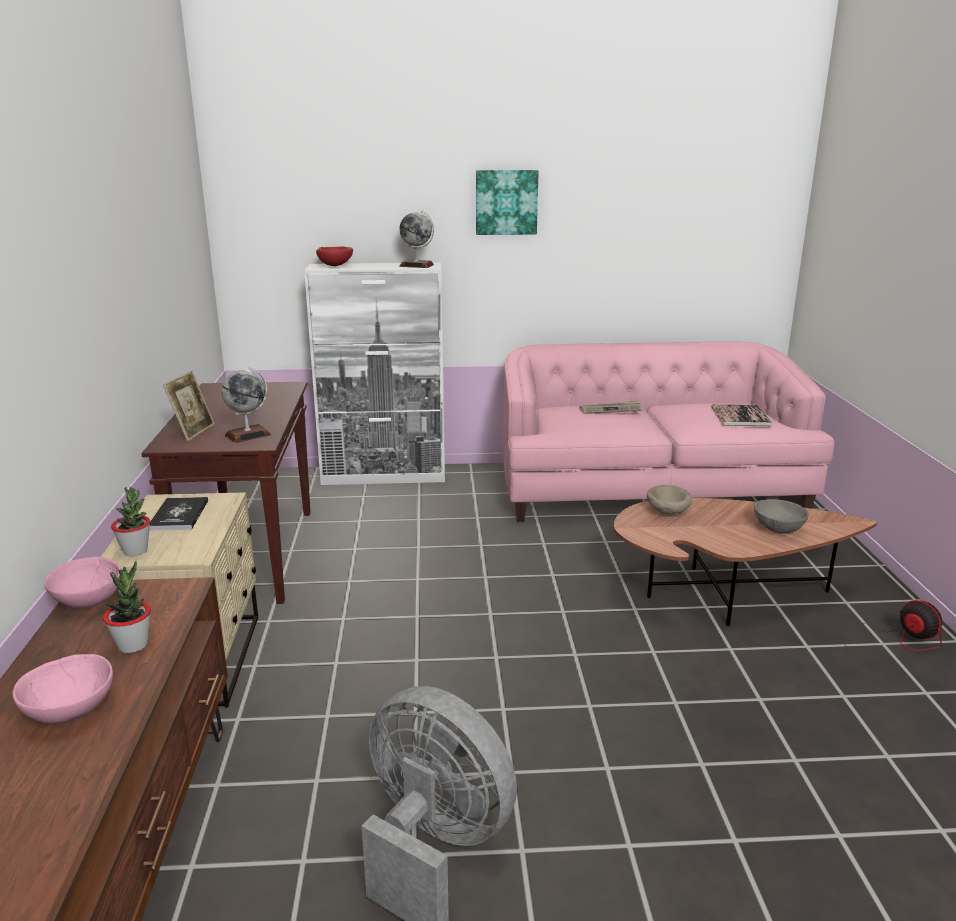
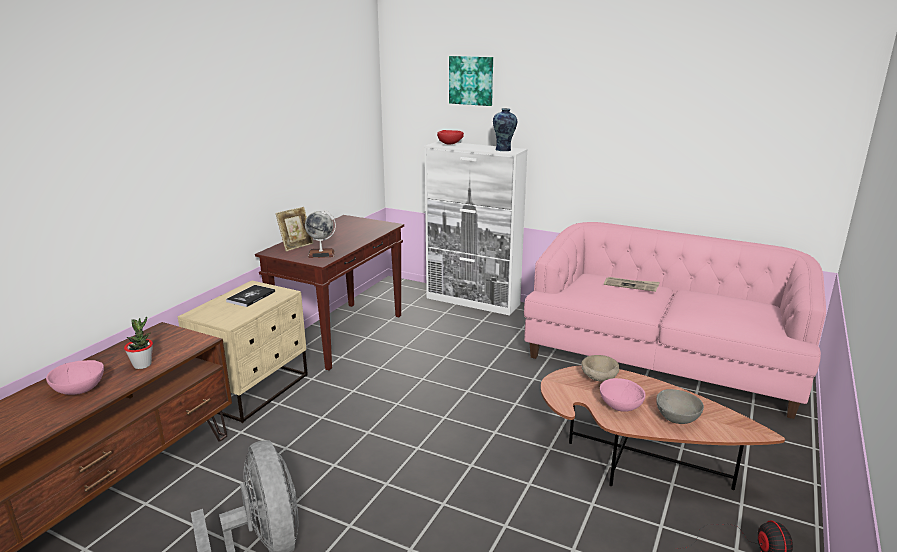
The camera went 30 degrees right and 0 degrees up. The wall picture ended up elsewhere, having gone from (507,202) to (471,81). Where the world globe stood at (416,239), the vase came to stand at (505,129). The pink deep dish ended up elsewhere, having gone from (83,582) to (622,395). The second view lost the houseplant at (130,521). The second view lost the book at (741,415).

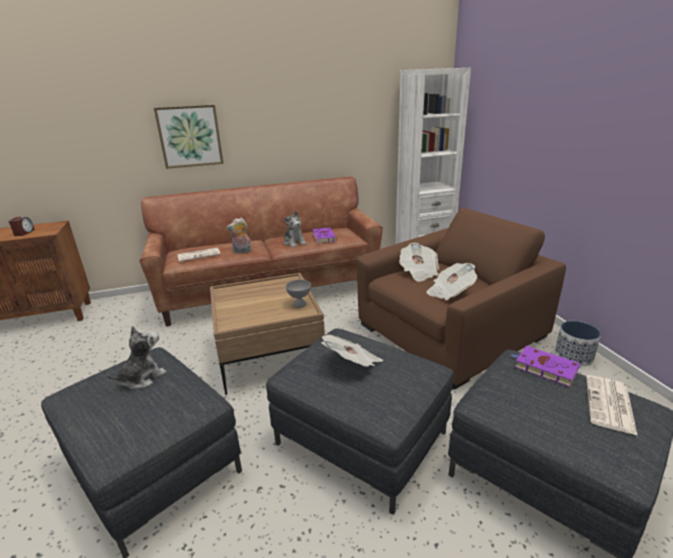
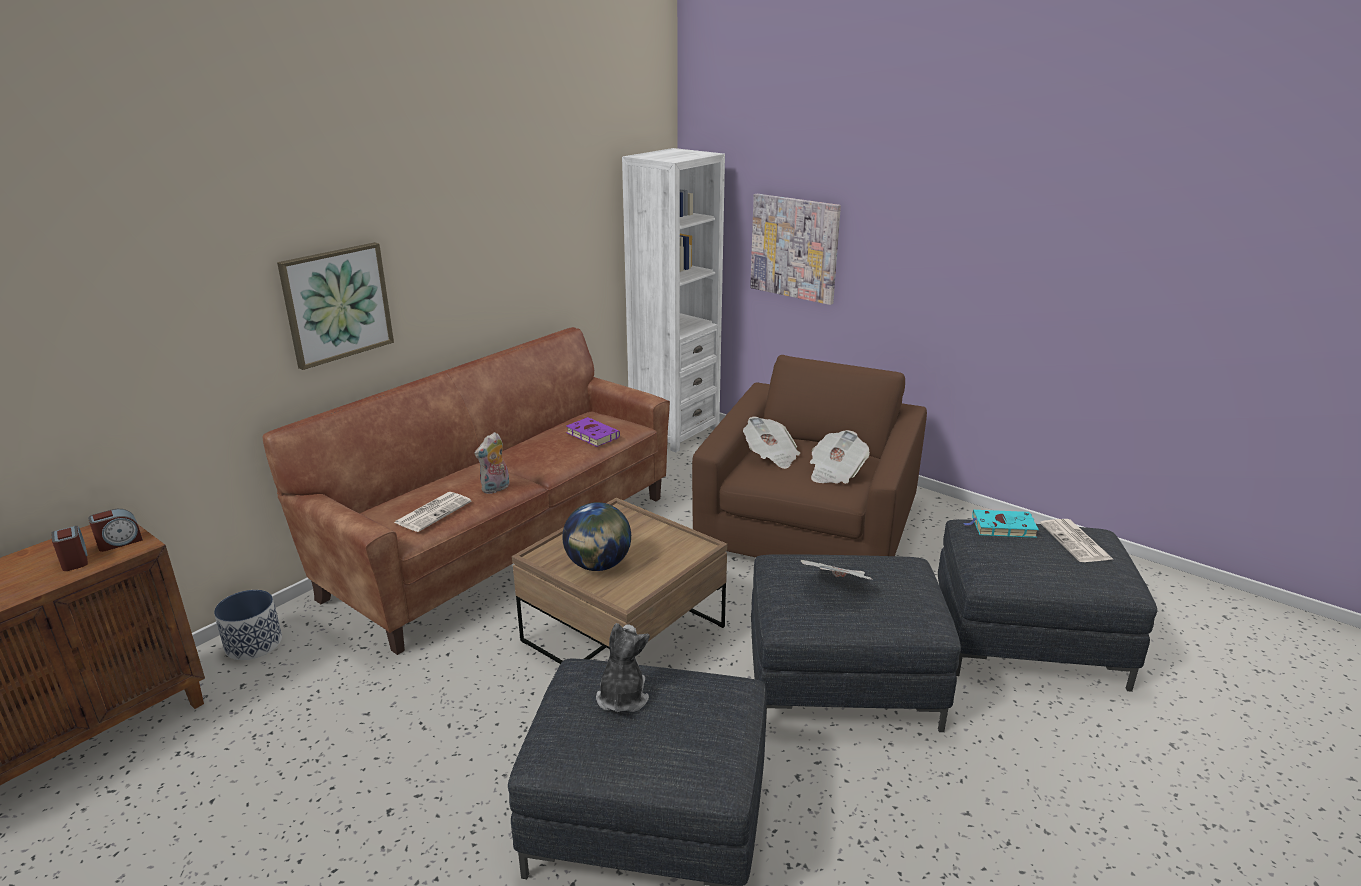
The camera went 35 degrees left and 0 degrees up. The second view gained the table clock at (115,530). The flower pot ended up elsewhere, having gone from (578,343) to (248,625). The second view gained the world globe at (596,536). The second view gained the wall picture at (795,249). What was the purple book at (545,366) turned into the turquoise-coloured book at (1001,524). The second view lost the plush toy at (295,229). The second view lost the grey deep dish at (298,294).

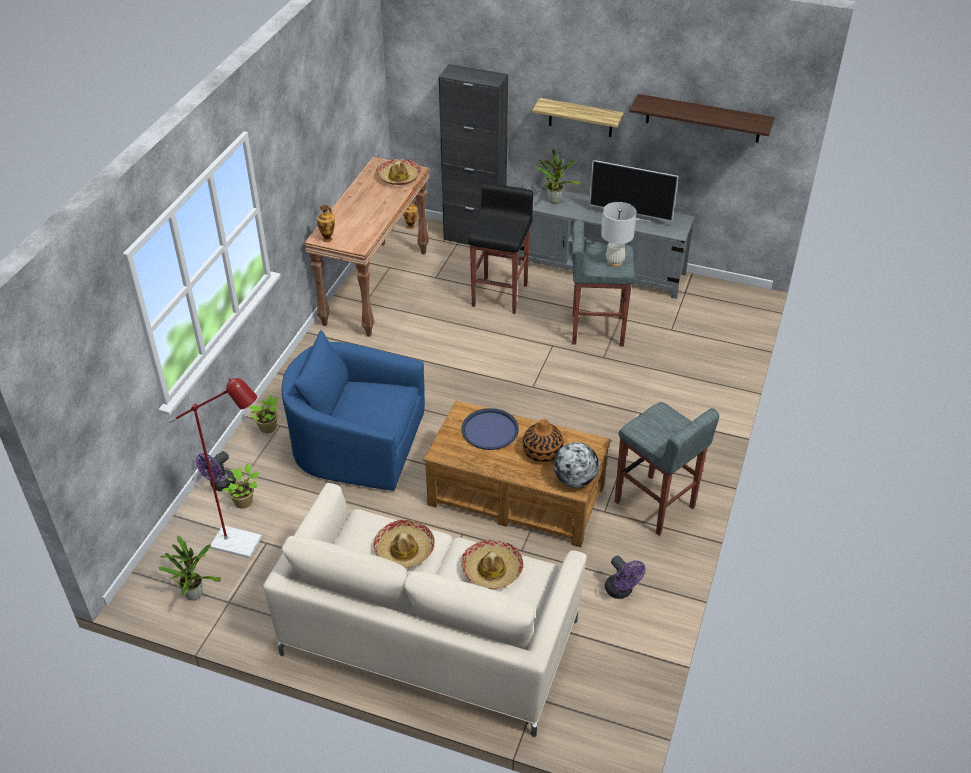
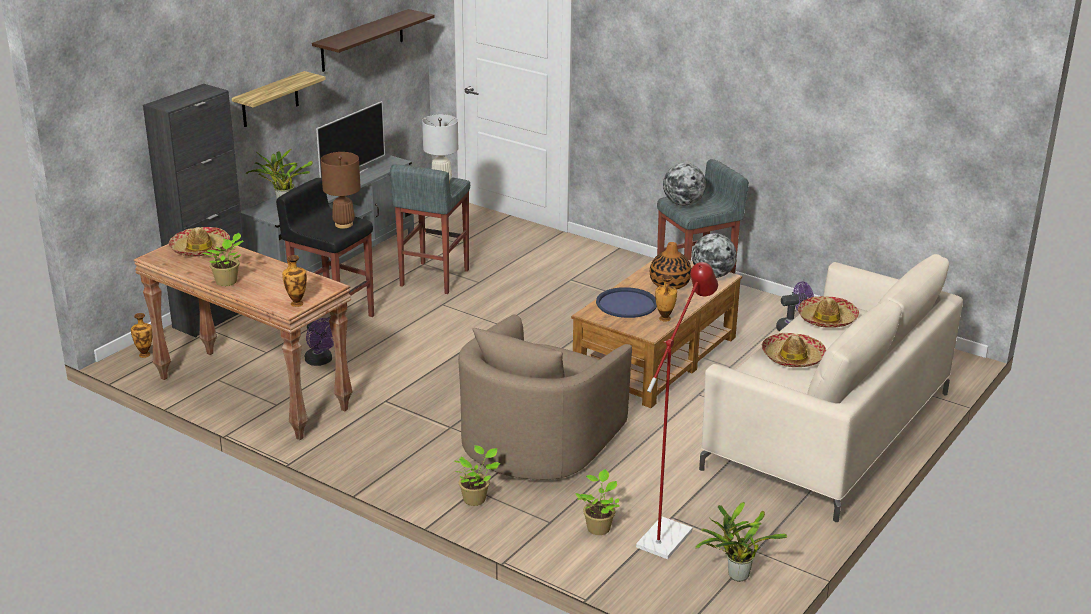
The camera went 75 degrees left and 15 degrees down. The second view gained the houseplant at (223,259). The purple fan ended up elsewhere, having gone from (216,471) to (319,342). The second view gained the brown table lamp at (341,190). What was the blue easy chair at (353,410) turned into the sand-coloured easy chair at (545,397). The second view gained the vase at (666,298). The second view gained the world globe at (684,184).

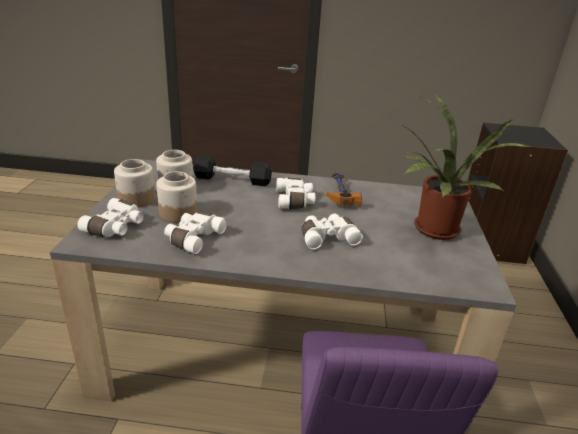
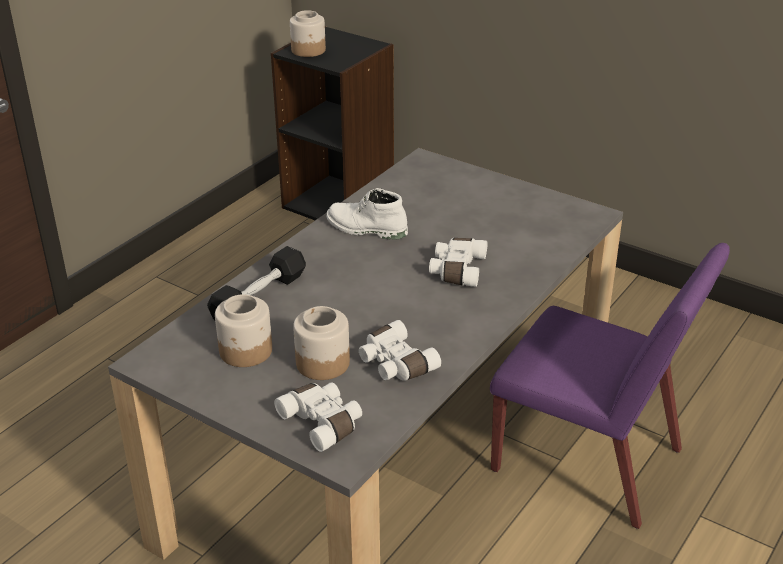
The camera went 60 degrees left and 5 degrees up. The jar ended up elsewhere, having gone from (134,183) to (308,33). Where the tool hammer stood at (344,189), the whitish high-top boot came to stand at (367,214). The second view lost the whitish binoculars at (295,193). The second view lost the houseplant at (464,167).

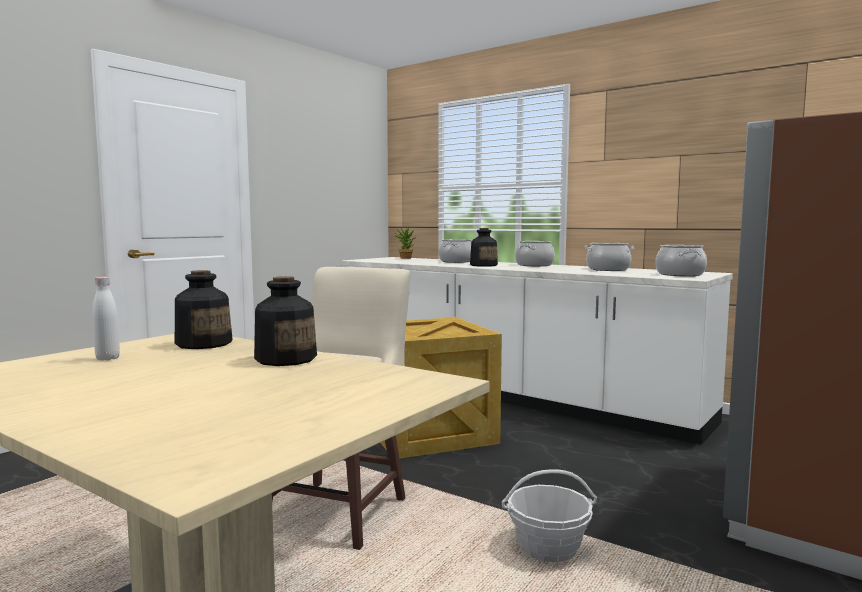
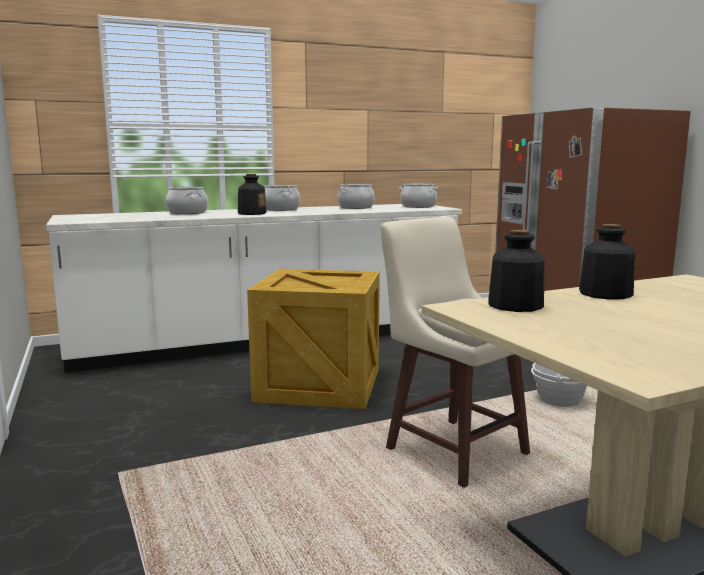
The camera went 60 degrees left and 5 degrees up. The second view lost the whitish drink bottle at (106,319). The second view lost the houseplant at (405,243).

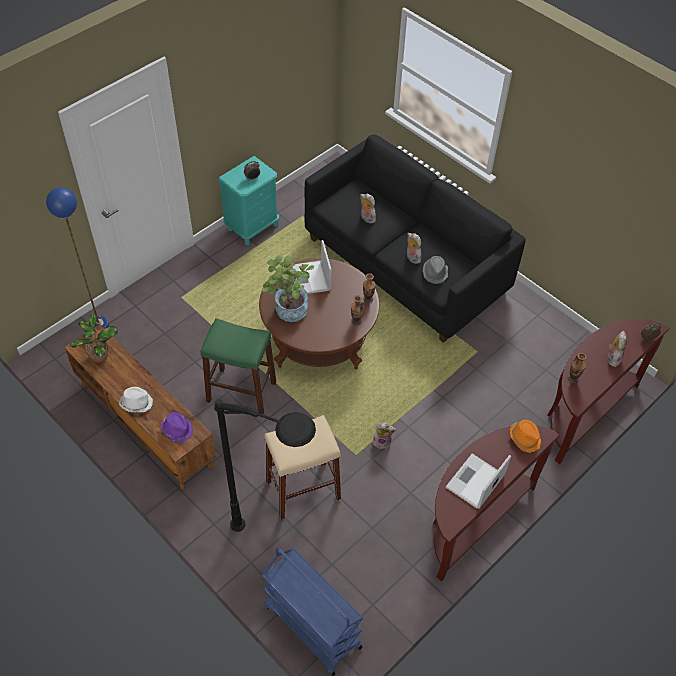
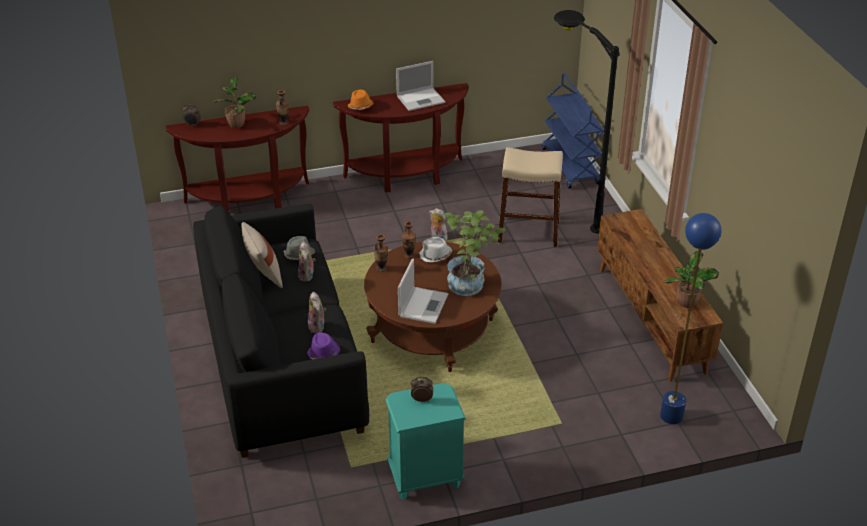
The camera went 150 degrees left and 15 degrees down. Where the plush toy stood at (617,349), the houseplant came to stand at (234,102). The second view gained the sand-coloured cushion at (262,255). The purple clothing hat ended up elsewhere, having gone from (177,427) to (323,345). The whitish clothing hat ended up elsewhere, having gone from (136,400) to (435,250). The second view lost the green stool at (238,366).

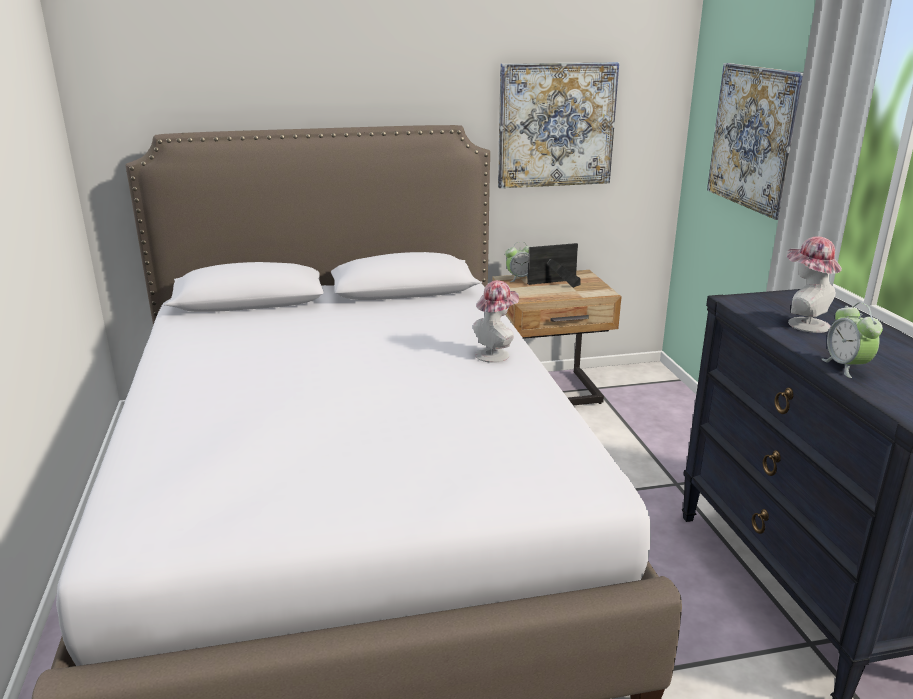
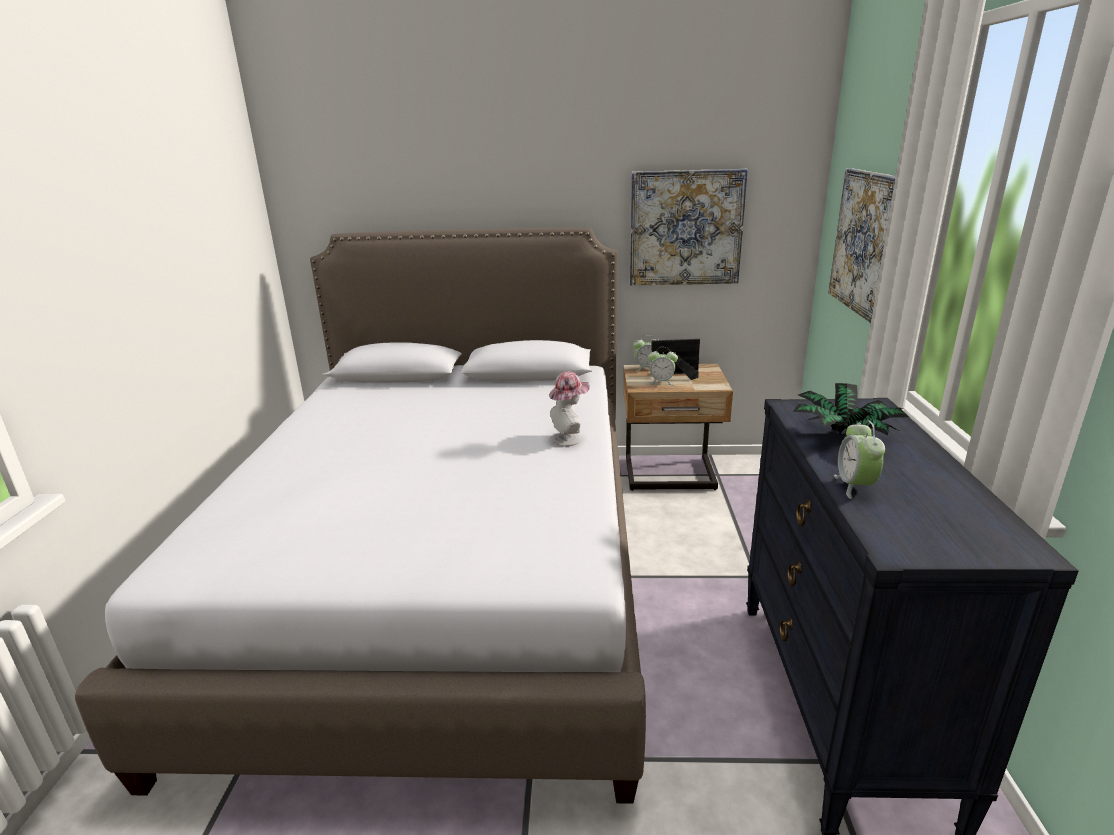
The camera went 15 degrees right and 0 degrees up. The second view gained the table clock at (663,366). Where the clothing hat stood at (814,284), the houseplant came to stand at (851,410).

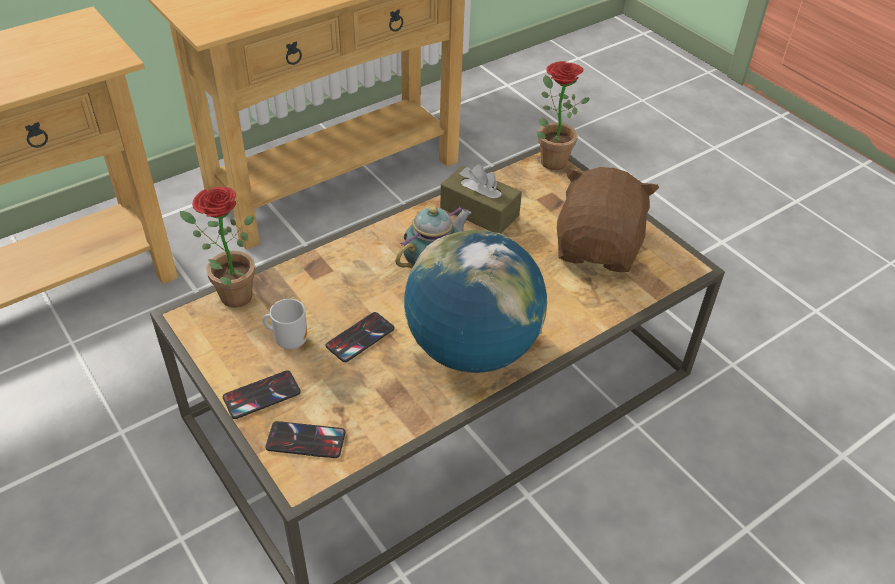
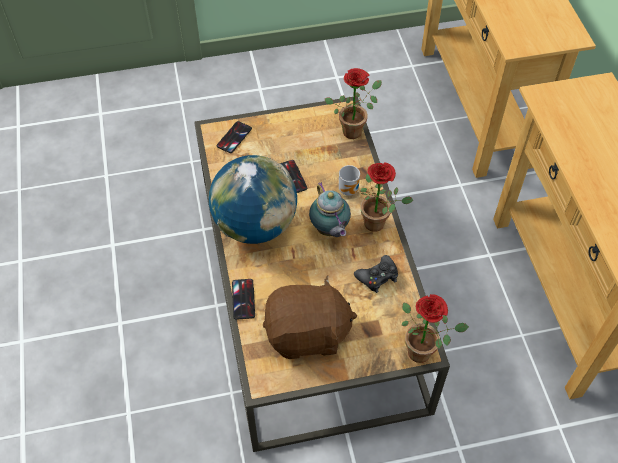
The camera went 115 degrees right and 10 degrees up. The handset ended up elsewhere, having gone from (262,394) to (243,299). The brown plush toy at (608,219) ended up facing another way, 45 degrees counterclockwise from before. The mug ended up elsewhere, having gone from (285,324) to (349,180). Where the brown tissue box stood at (481,199), the blackish game controller came to stand at (376,274). The second view gained the houseplant at (386,197).

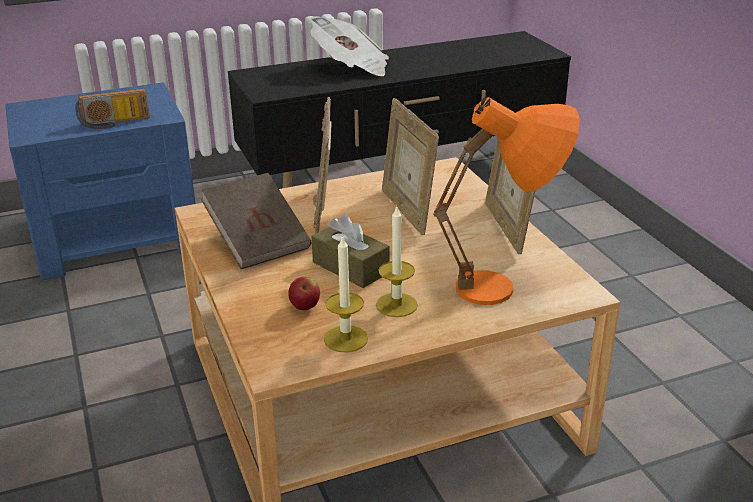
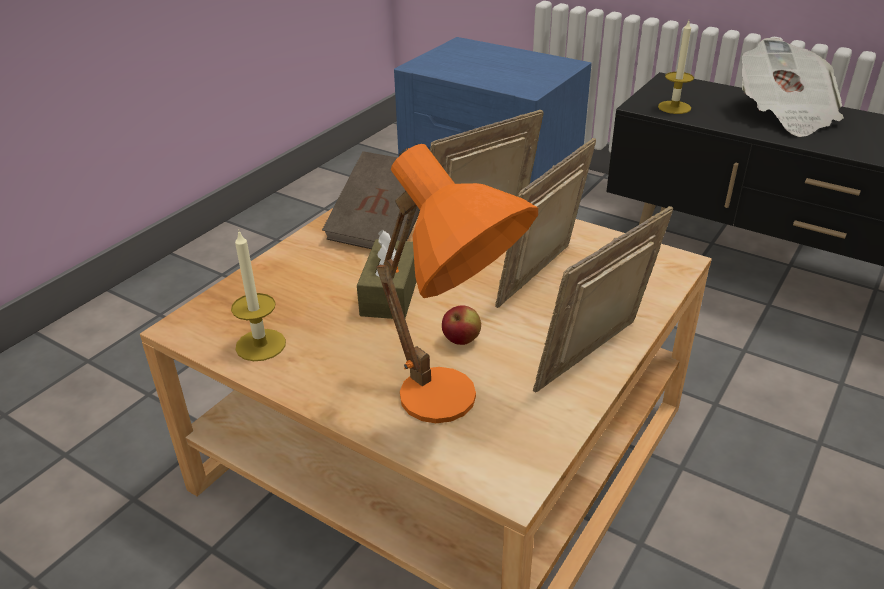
The camera went 55 degrees right and 5 degrees up. The apple fruit ended up elsewhere, having gone from (304,293) to (461,325). The wax candle ended up elsewhere, having gone from (397,262) to (676,67). The second view lost the radio set at (112,108).

